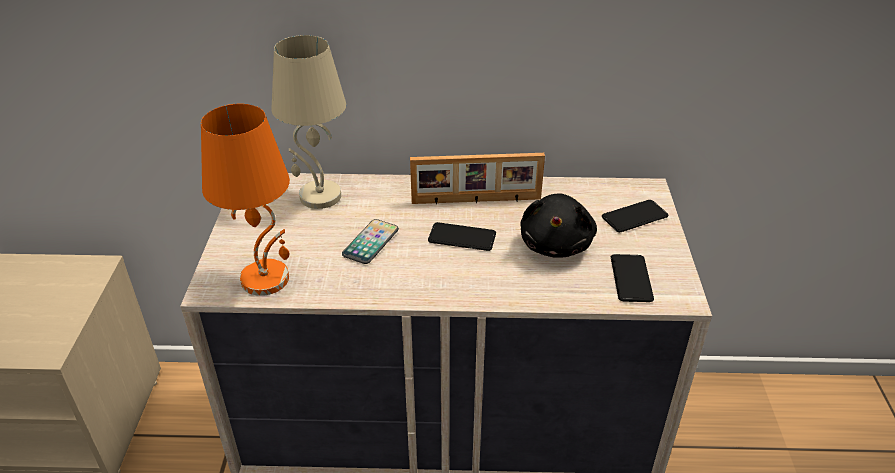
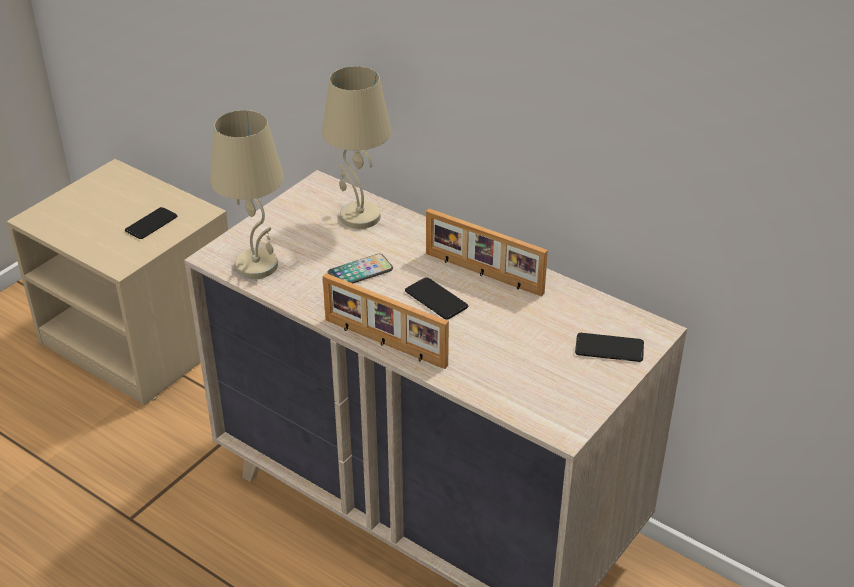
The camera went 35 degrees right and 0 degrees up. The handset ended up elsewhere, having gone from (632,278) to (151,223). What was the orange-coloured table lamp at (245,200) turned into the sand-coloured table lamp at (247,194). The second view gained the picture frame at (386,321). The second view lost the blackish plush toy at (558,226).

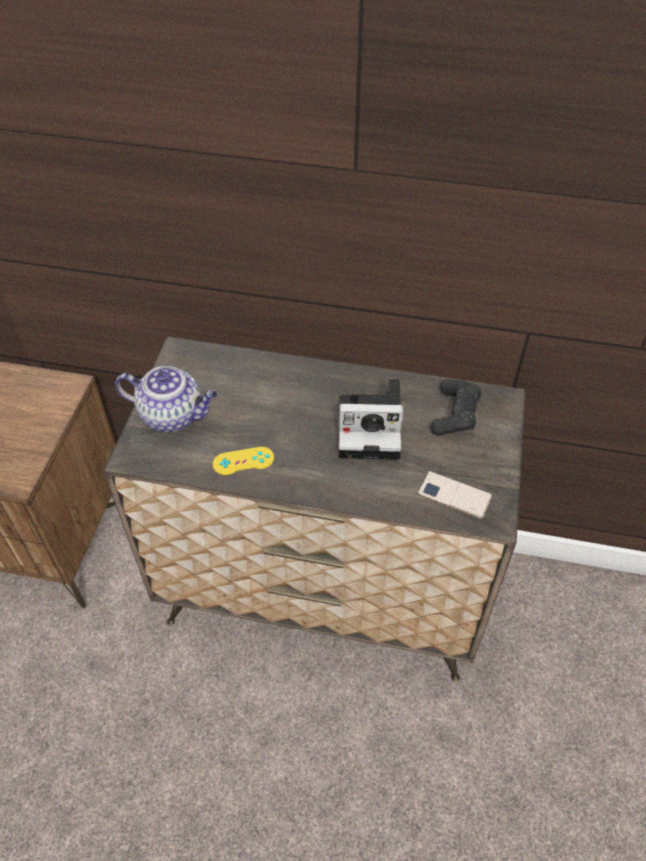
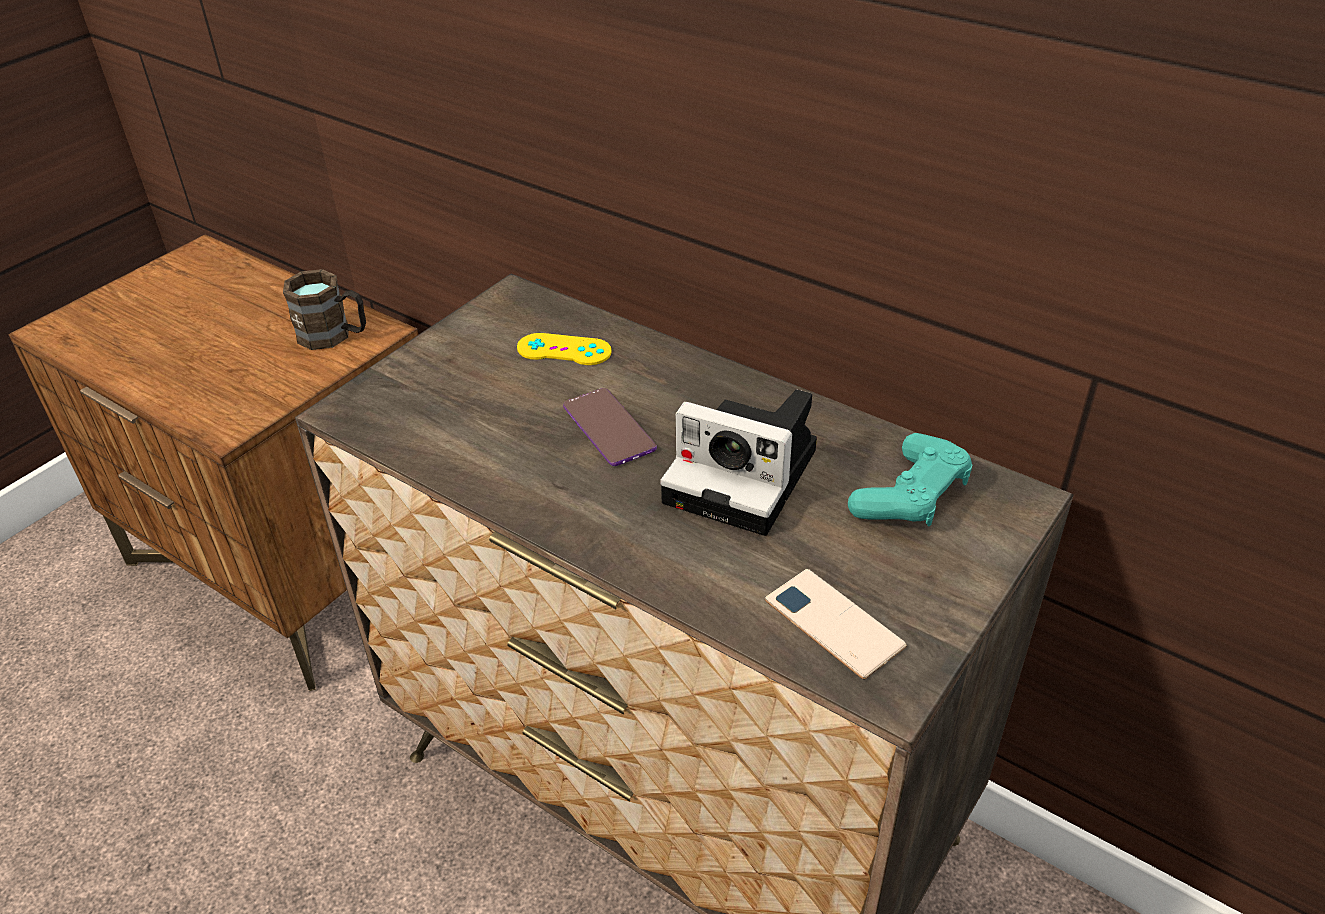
The camera went 25 degrees right and 10 degrees down. The second view gained the brown mug at (324,309). The yellow game controller ended up elsewhere, having gone from (243,461) to (564,349). The second view gained the handset at (610,427). What was the blackish game controller at (456,407) turned into the turquoise-coloured game controller at (910,479). The second view lost the teapot at (166,399).

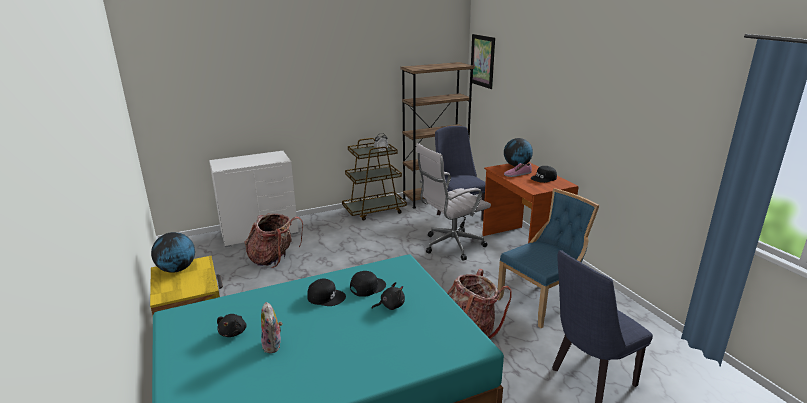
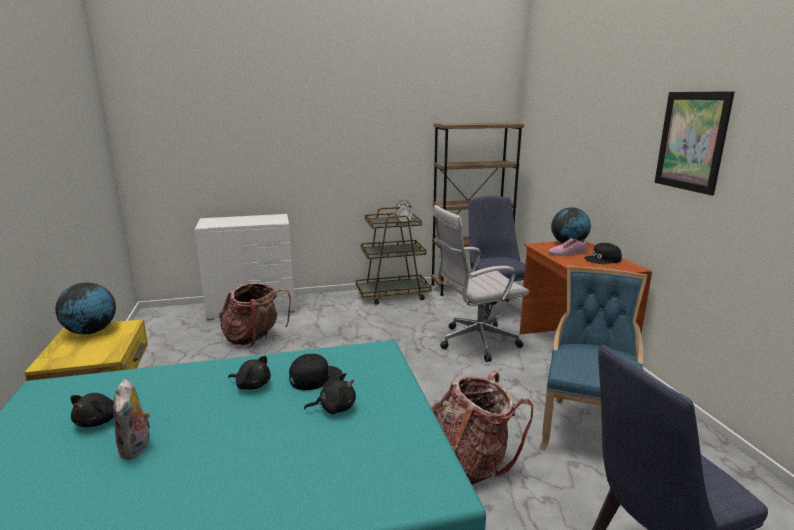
The camera went 10 degrees right and 5 degrees down. Where the blackish cap stood at (326,292), the blackish plush toy came to stand at (249,373). The blue chair at (548,258) ended up facing another way, 45 degrees counterclockwise from before. The wall picture ended up elsewhere, having gone from (483,61) to (695,143).

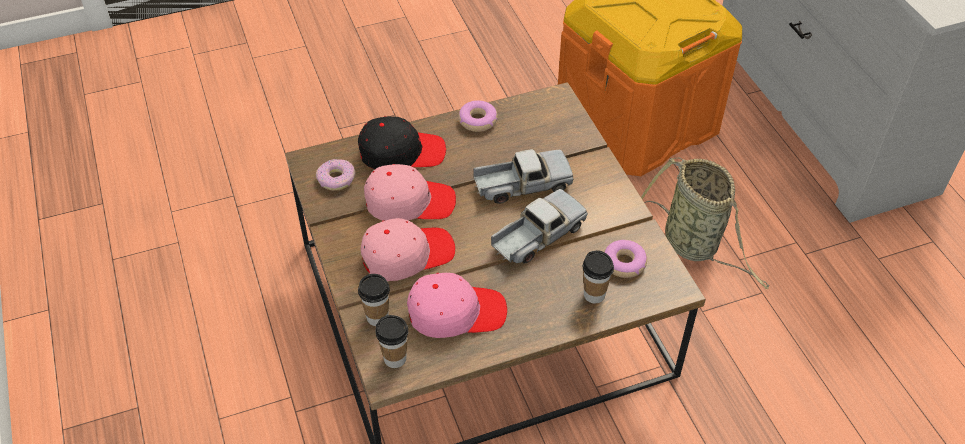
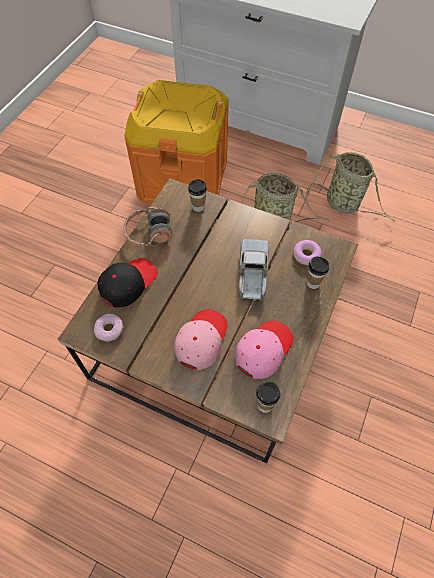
The camera went 45 degrees left and 10 degrees up. Where the ring doughnut stood at (478,116), the headset came to stand at (147,226). The small cup ended up elsewhere, having gone from (374,300) to (197,196). The second view gained the storage basket at (350,187). The second view lost the pink cap at (410,192). The second view lost the toy lorry at (523,176).

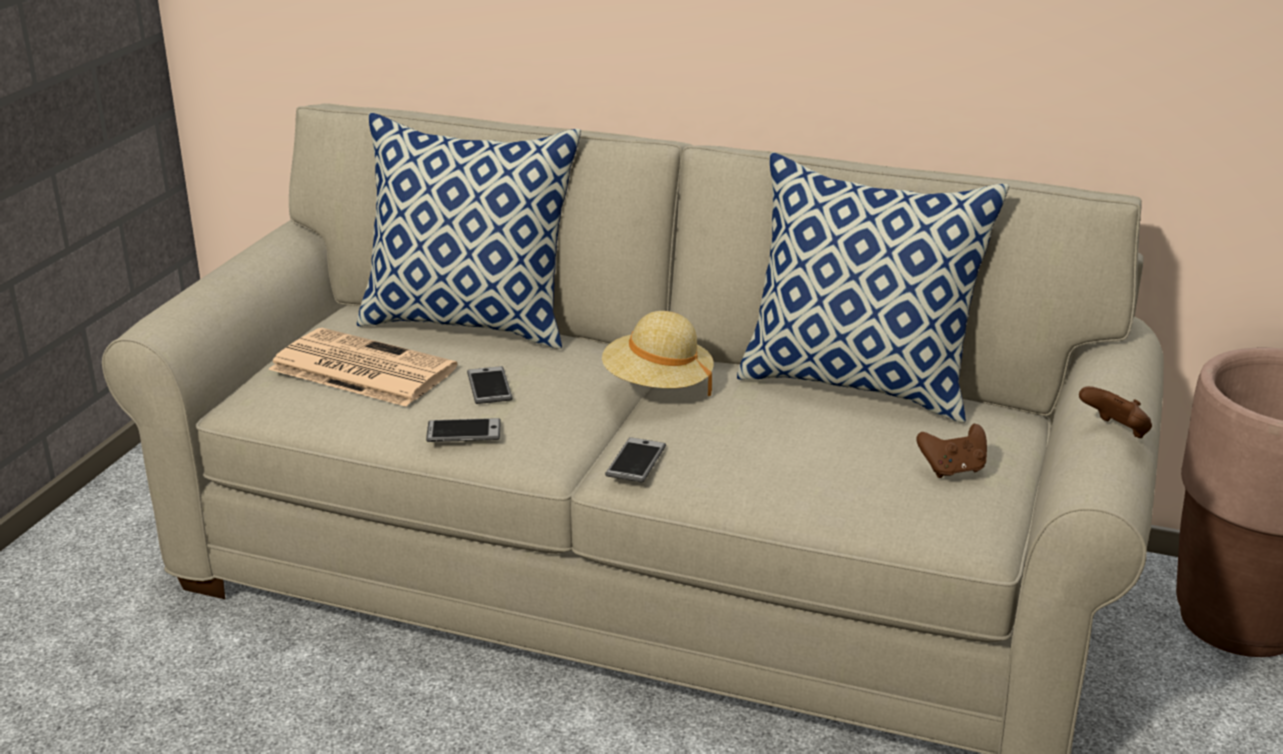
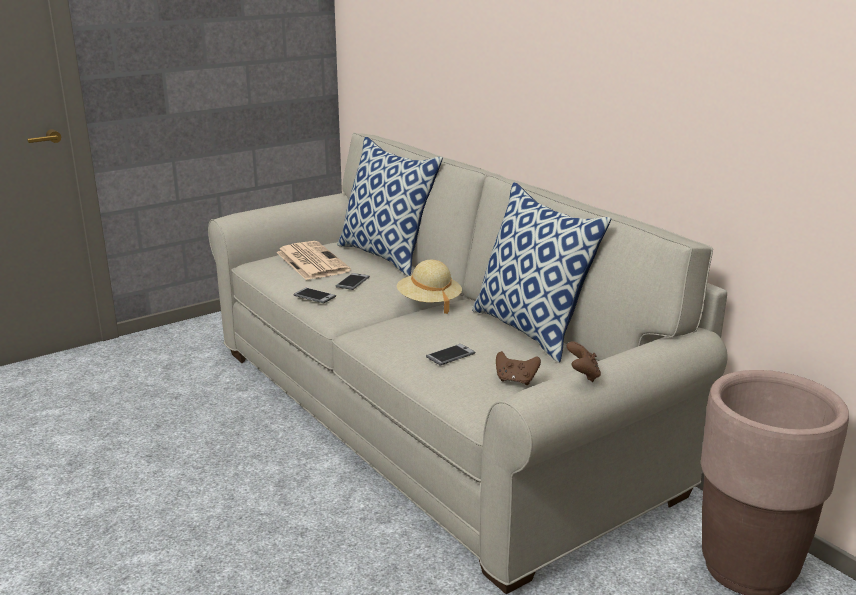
The camera went 35 degrees right and 5 degrees down. The handset ended up elsewhere, having gone from (635,460) to (450,355).

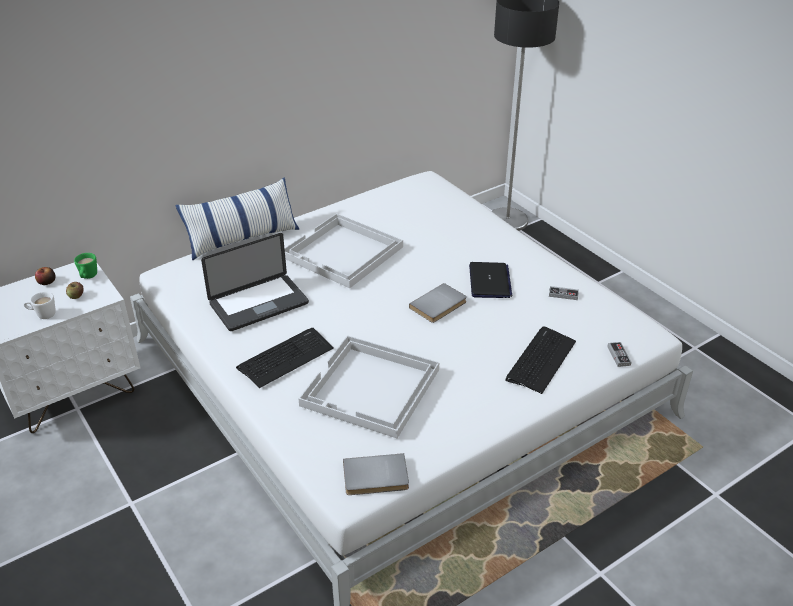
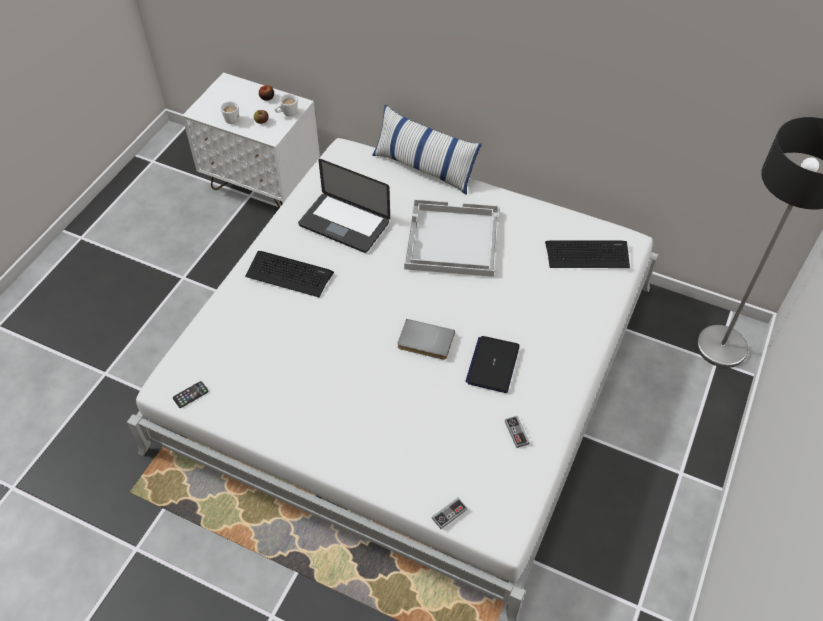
The camera went 60 degrees right and 15 degrees up. Where the grey book stood at (376,474), the handset came to stand at (191,394). What was the green mug at (85,266) turned into the whitish mug at (286,105). The laptop at (490,280) ended up facing another way, 135 degrees clockwise from before. The computer keyboard ended up elsewhere, having gone from (540,360) to (587,254). The second view lost the whitish serving tray at (368,386).

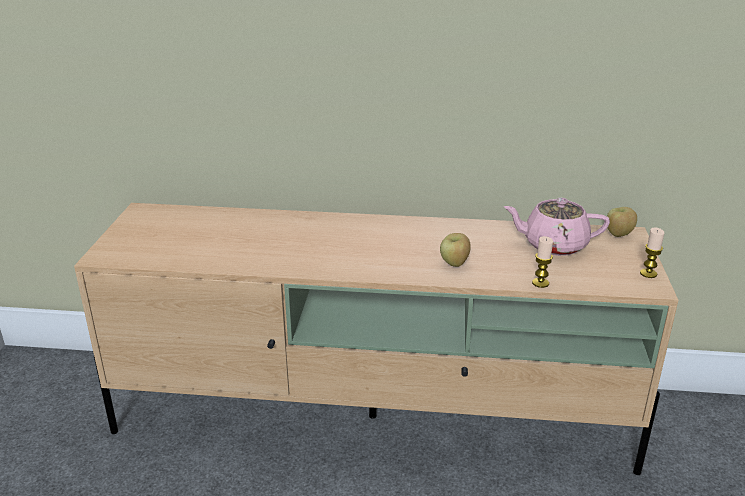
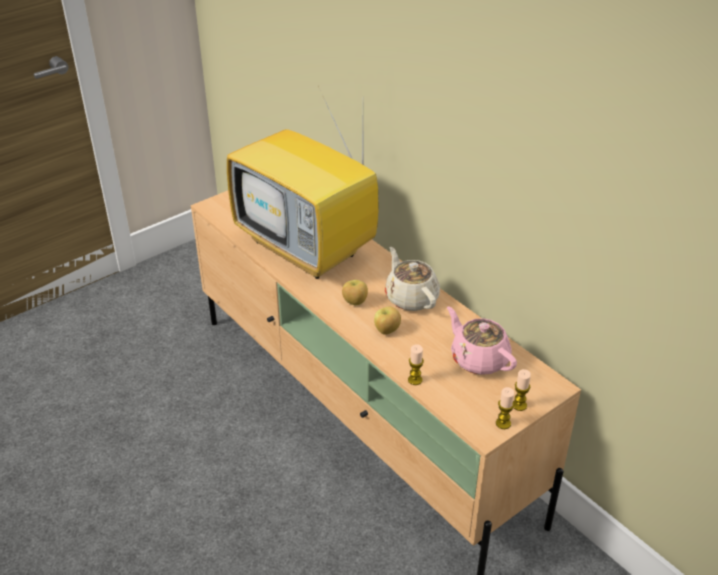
The camera went 45 degrees right and 10 degrees up. The second view gained the TV at (303,182). The apple fruit ended up elsewhere, having gone from (622,222) to (355,293). The second view gained the sand-coloured teapot at (412,279). The second view gained the wax candle at (522,390).

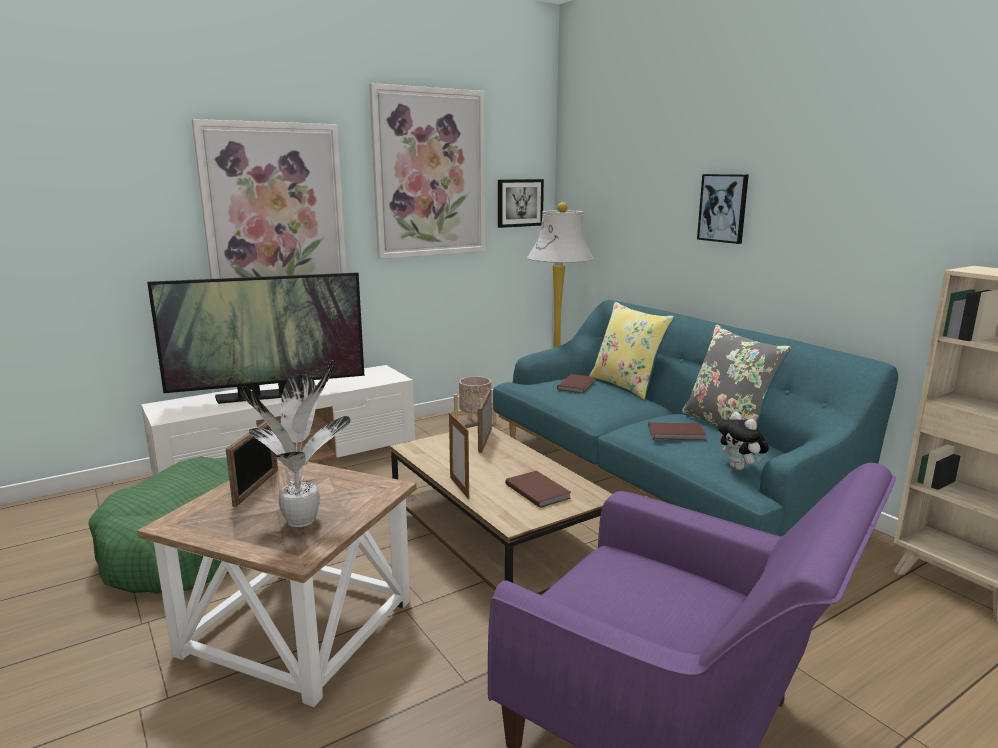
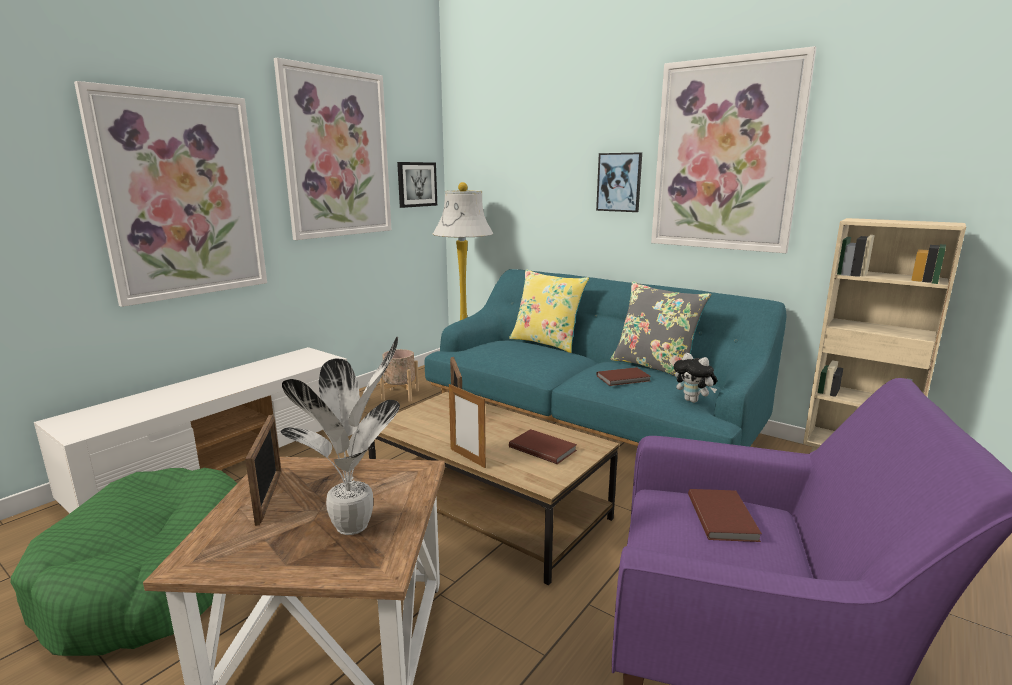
The camera went 20 degrees left and 0 degrees up. The second view gained the wall picture at (733,149). The brown book ended up elsewhere, having gone from (576,383) to (725,515). The second view lost the TV at (255,338).

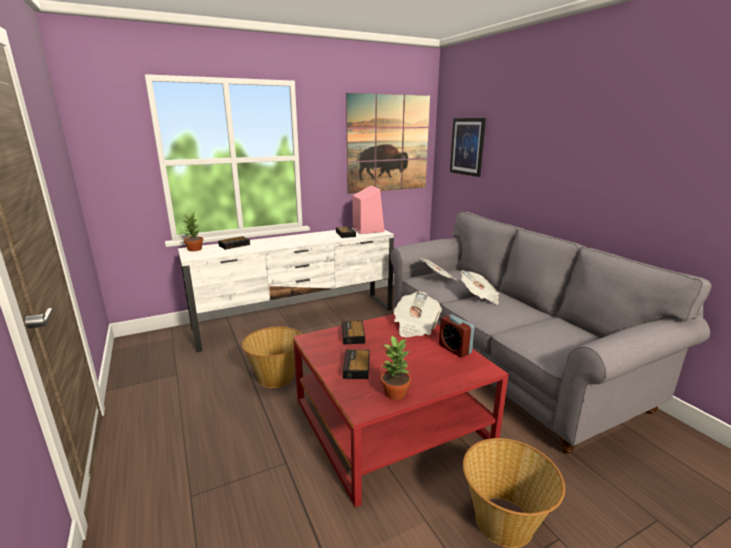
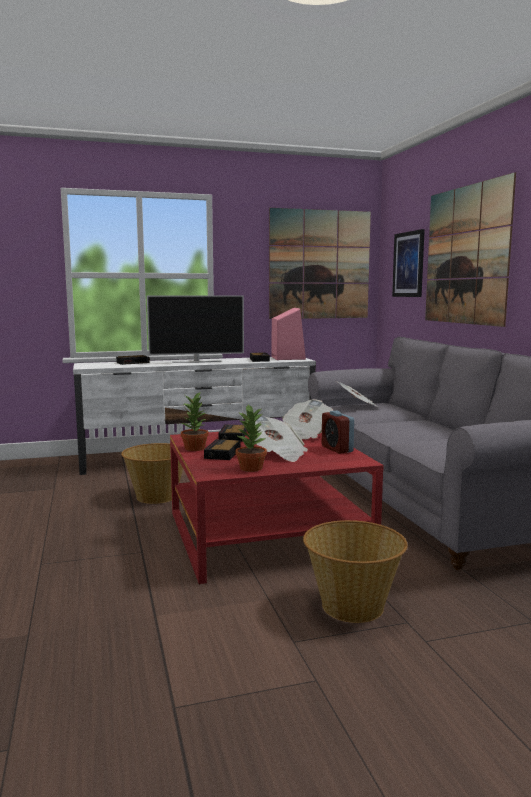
The camera went 10 degrees right and 10 degrees down. The second view gained the TV at (195,329). The houseplant ended up elsewhere, having gone from (193,231) to (194,421). The newspaper ended up elsewhere, having gone from (480,287) to (281,438). The second view gained the wall picture at (470,249).

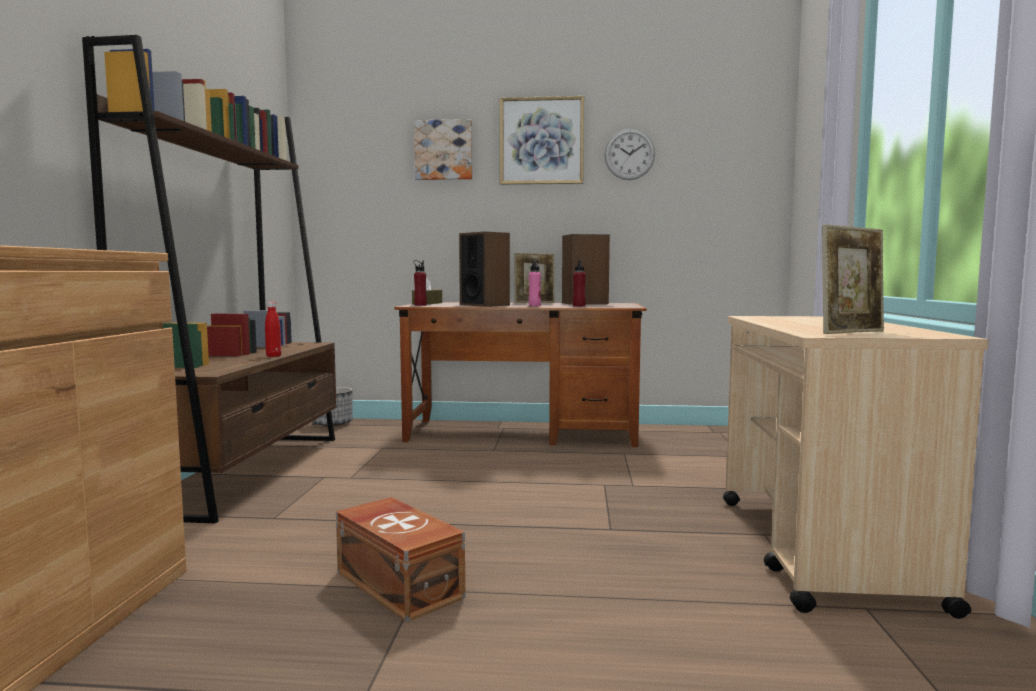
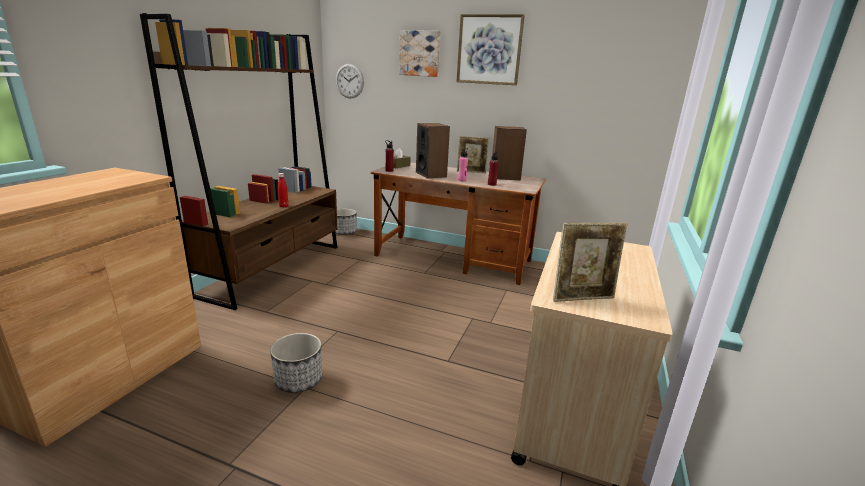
The camera went 15 degrees right and 15 degrees up. Where the brown storage box stood at (400,559), the flower pot came to stand at (296,363). The hanging clock ended up elsewhere, having gone from (630,154) to (350,81).

